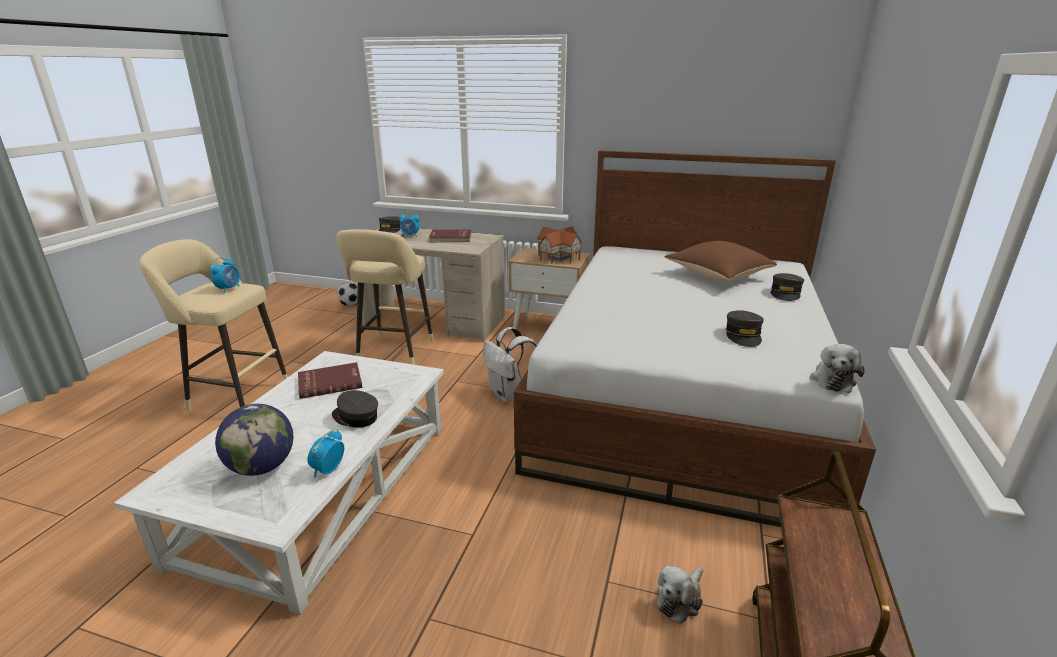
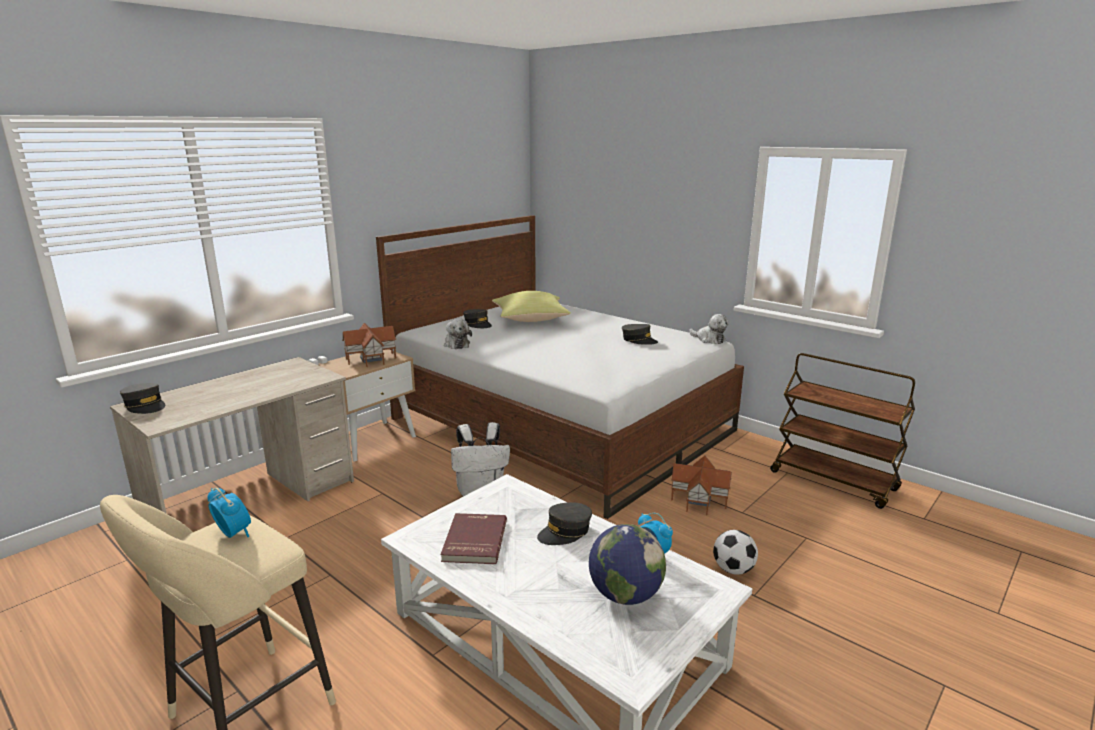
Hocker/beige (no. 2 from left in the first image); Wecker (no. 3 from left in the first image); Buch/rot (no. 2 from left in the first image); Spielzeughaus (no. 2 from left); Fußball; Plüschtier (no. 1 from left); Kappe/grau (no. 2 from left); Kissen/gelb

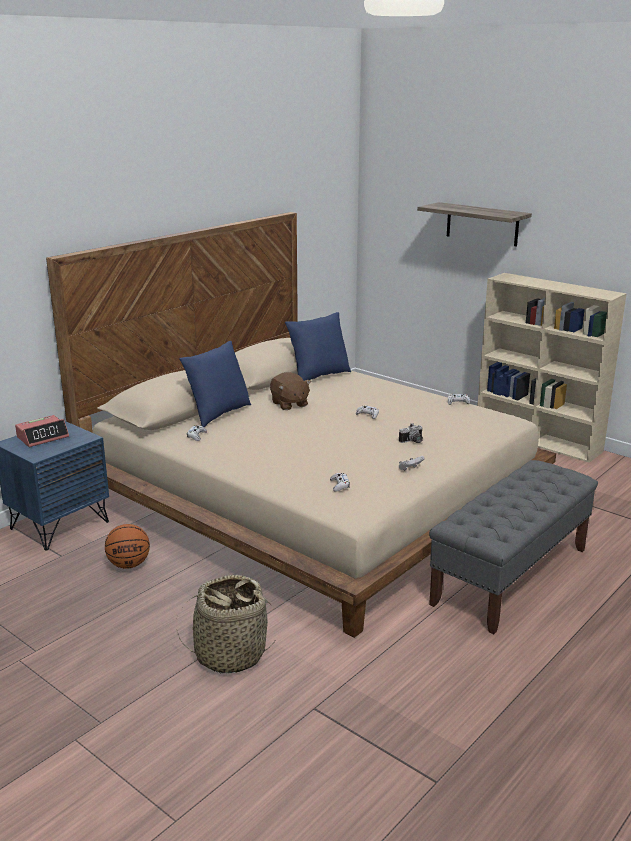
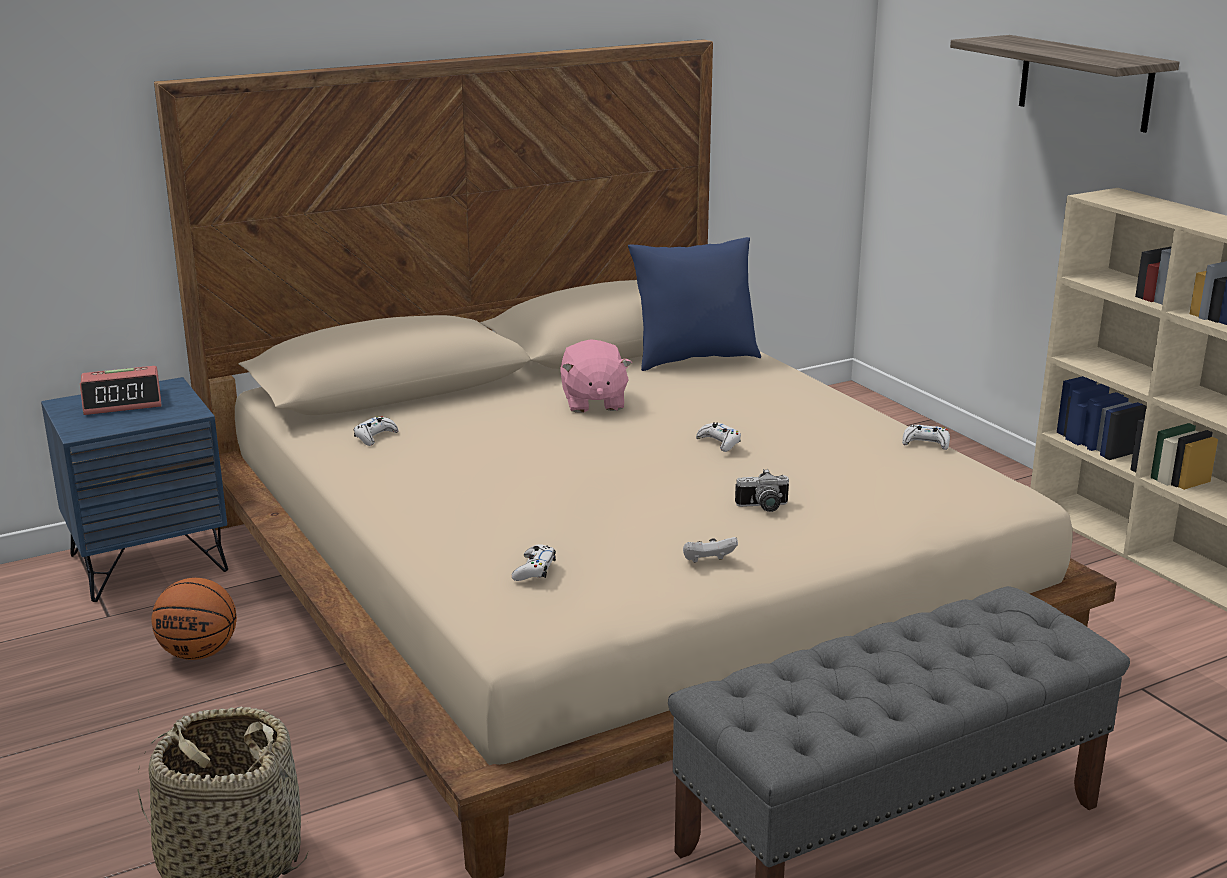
Kissen/blau (no. 1 from left in the first image); Plüschtier/rosa

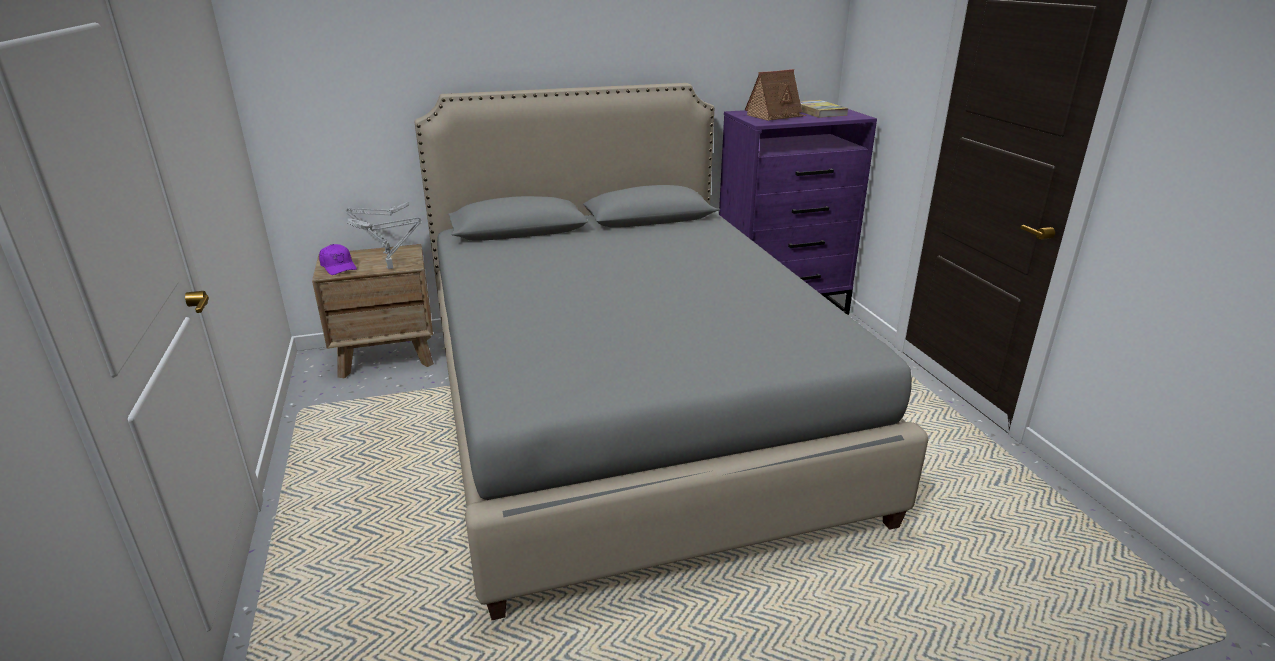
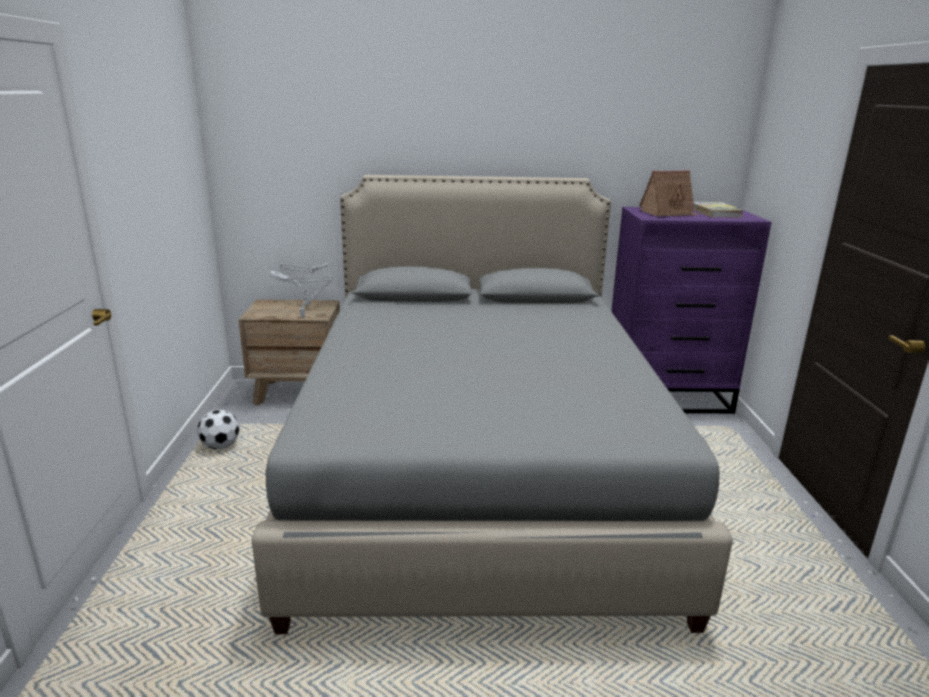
Kappe/lila; Fußball

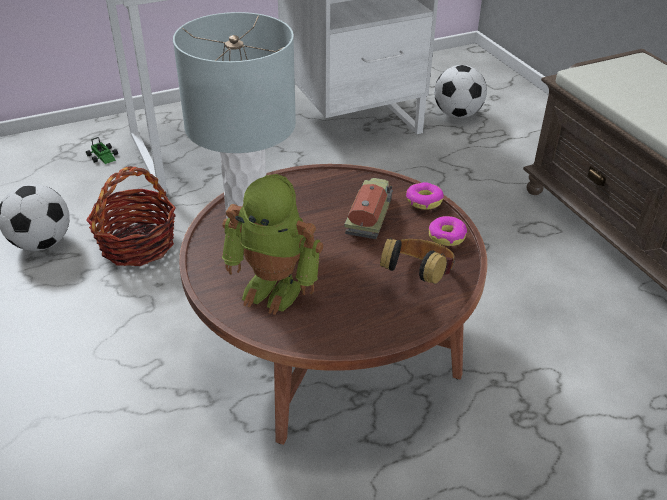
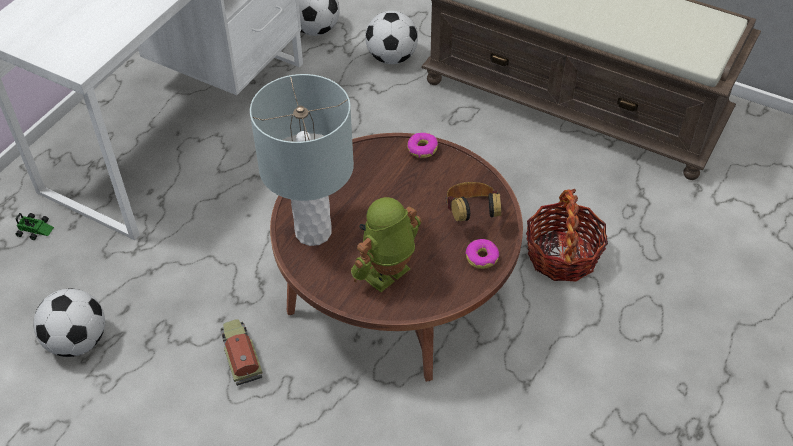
Fußball (no. 3 from left); Korb; Spielzeuglaster; Donut (no. 2 from left); Spielzeugroboter

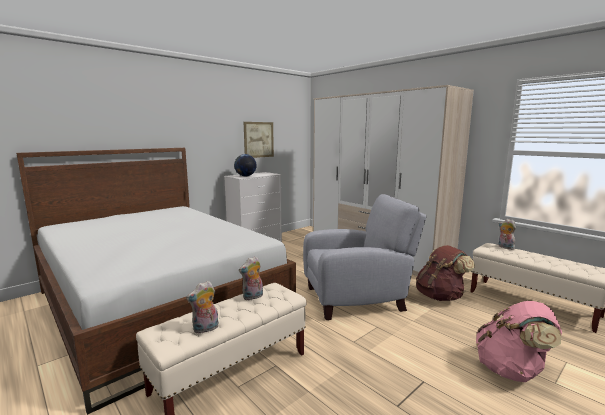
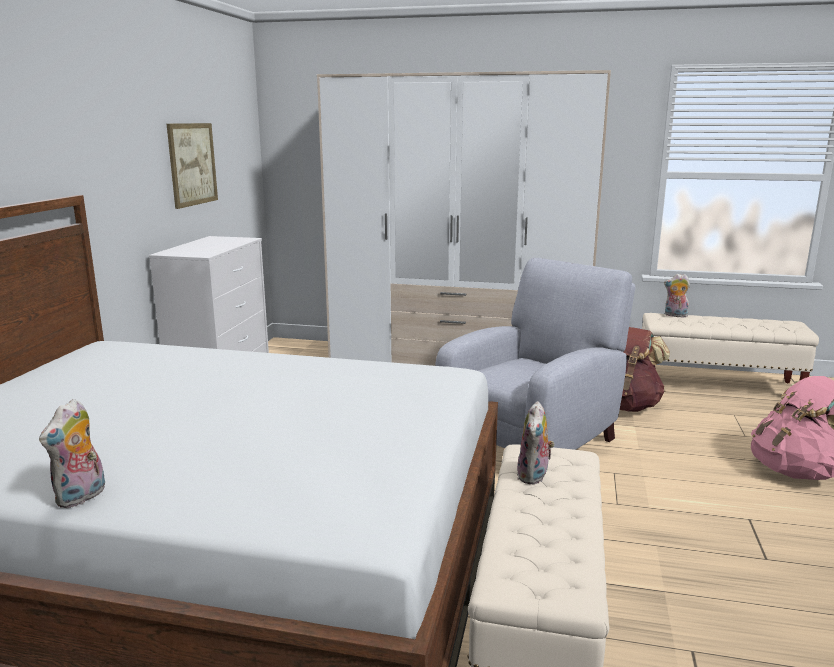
Globus; Plüschtier (no. 1 from left)

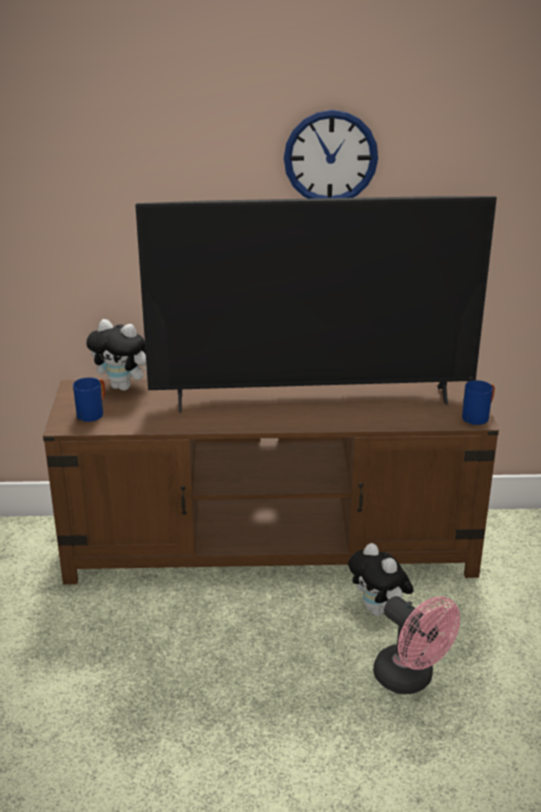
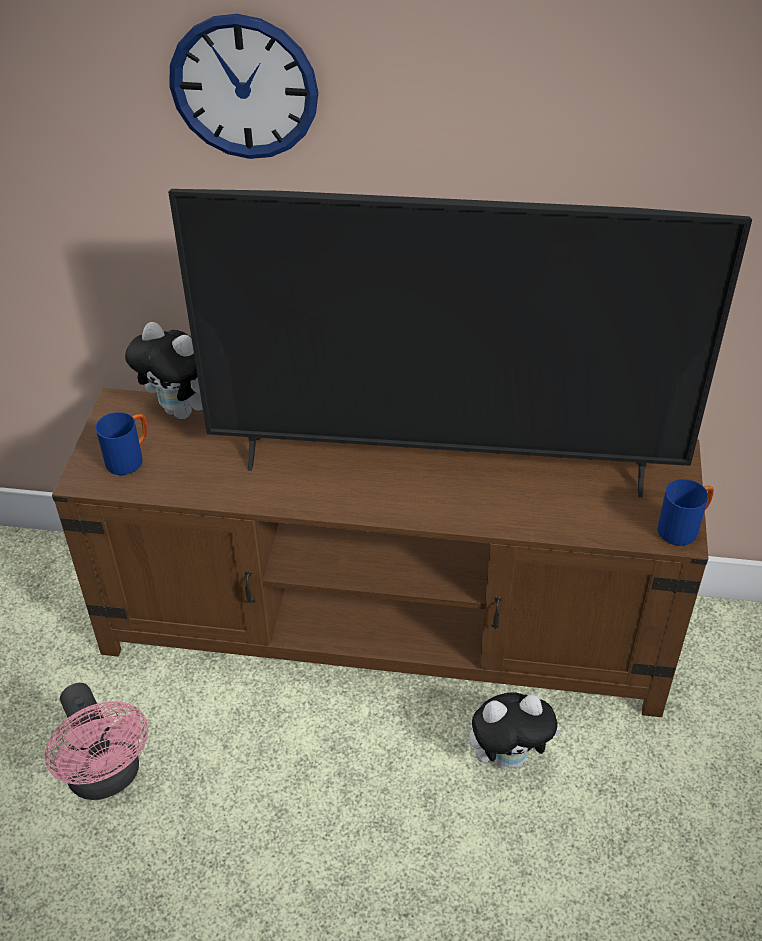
Wanduhr; Ventilator/rosa; Plüschtier (no. 2 from left)

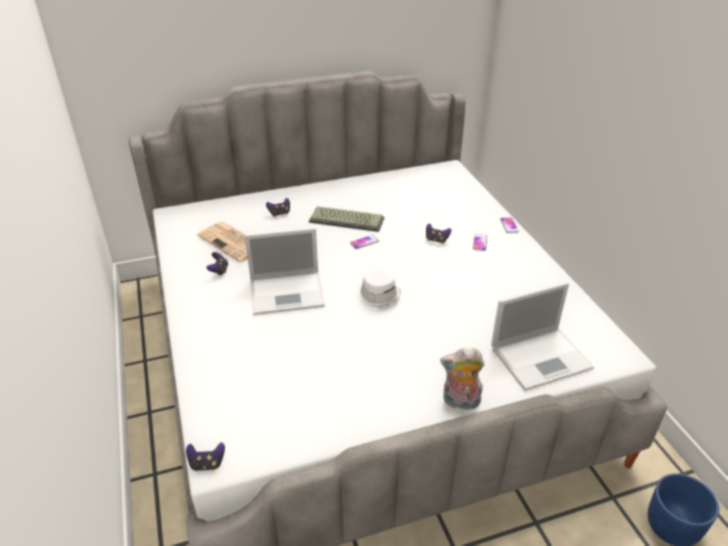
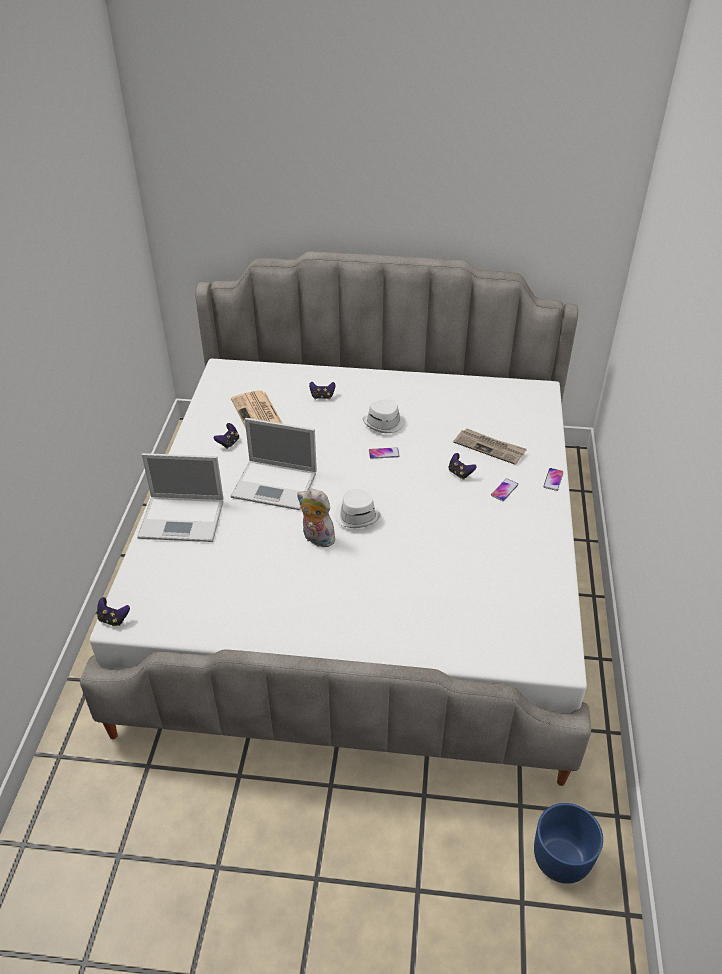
Zeitung (no. 2 from left); Plüschtier; Laptop (no. 1 from left); Hut/weiß (no. 2 from left)

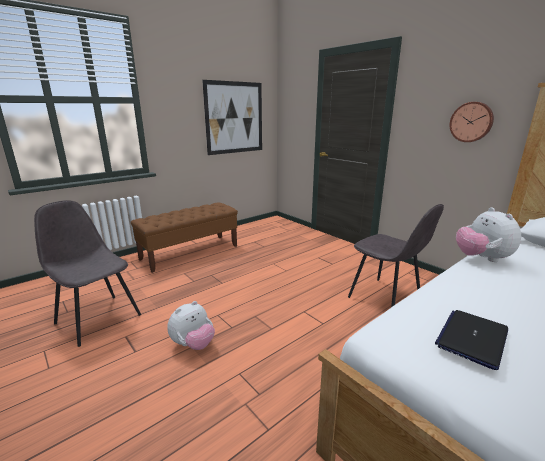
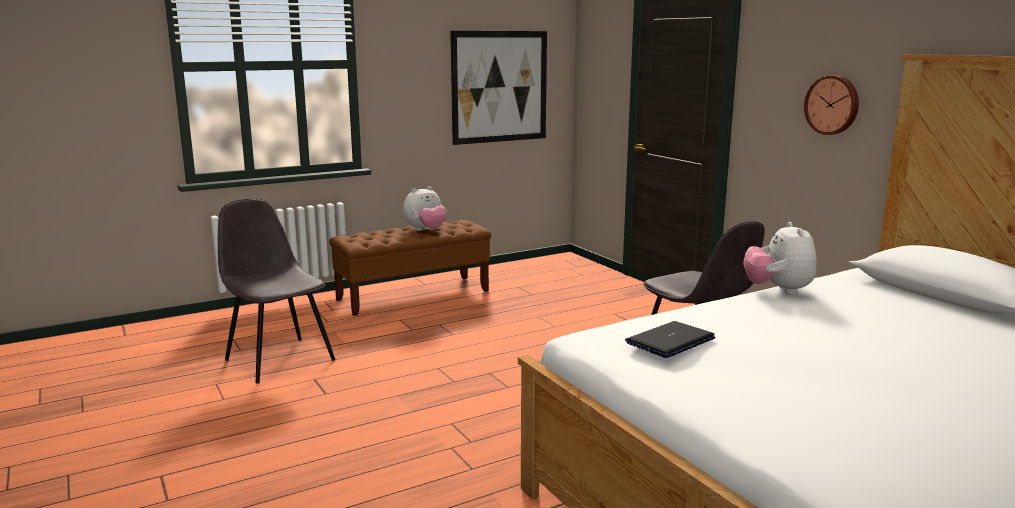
Plüschtier (no. 1 from left)

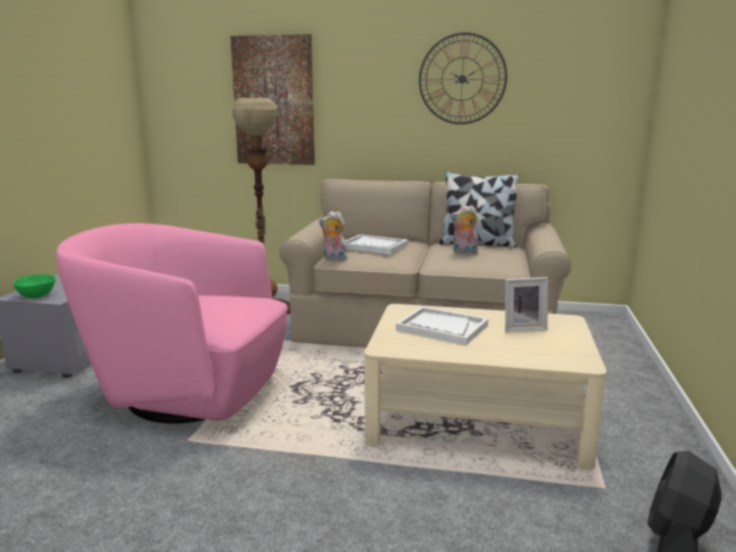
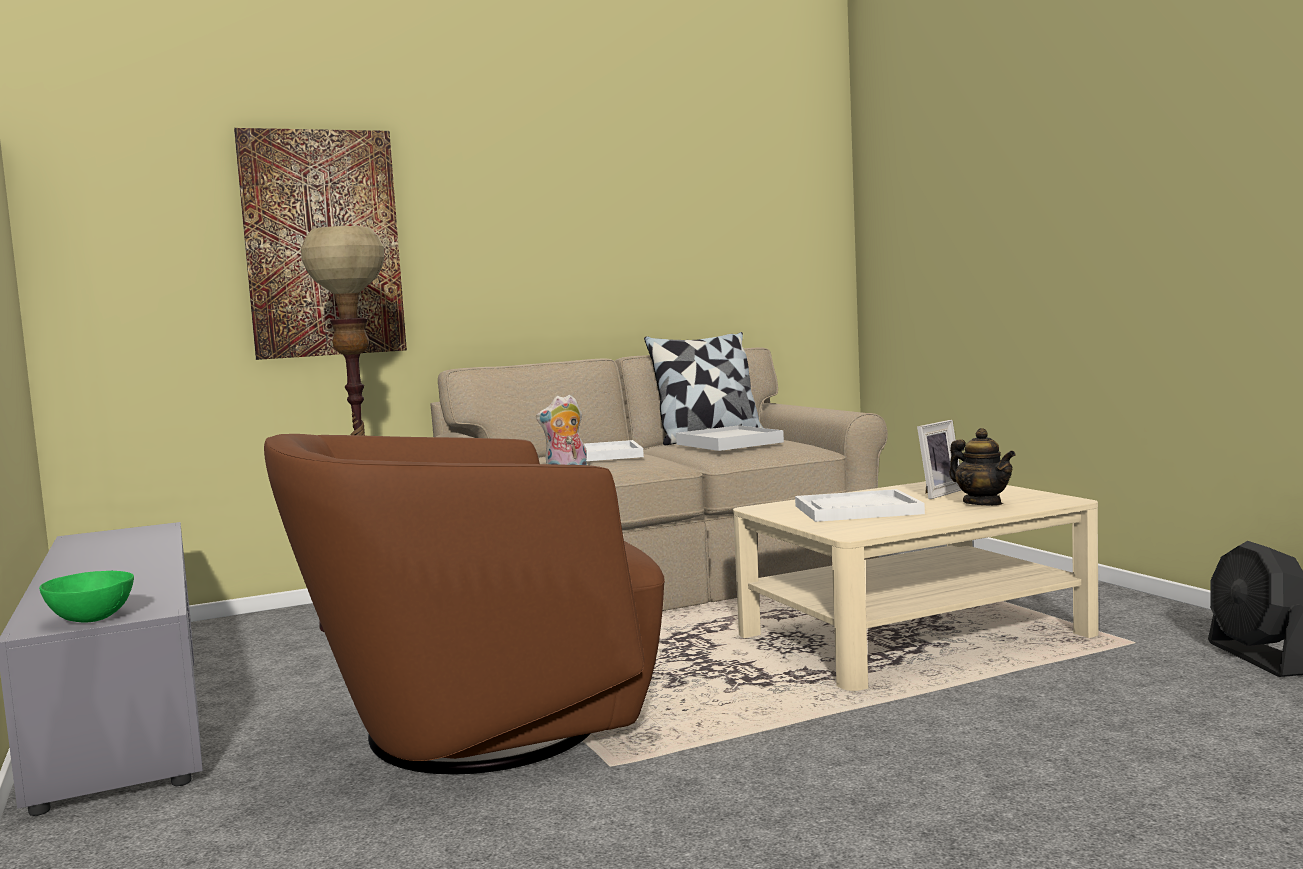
Wanduhr; Teekanne; Tablett/weiß (no. 2 from left); Sessel/braun

